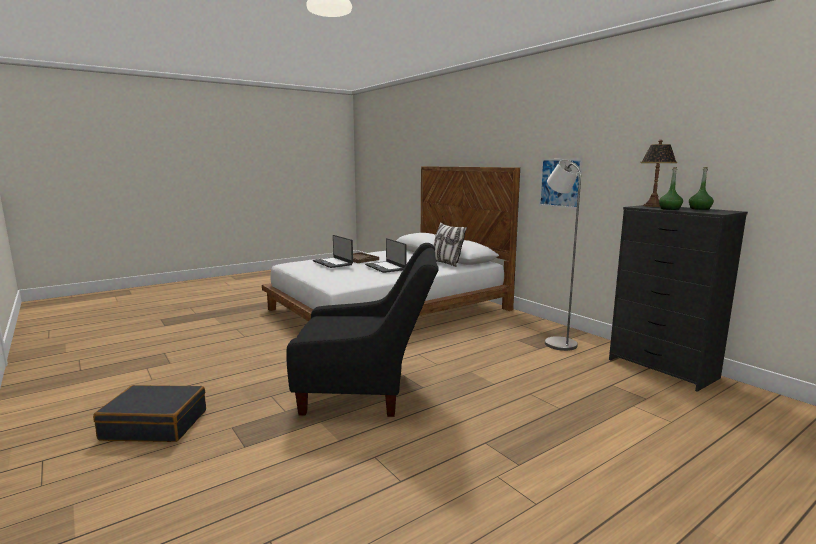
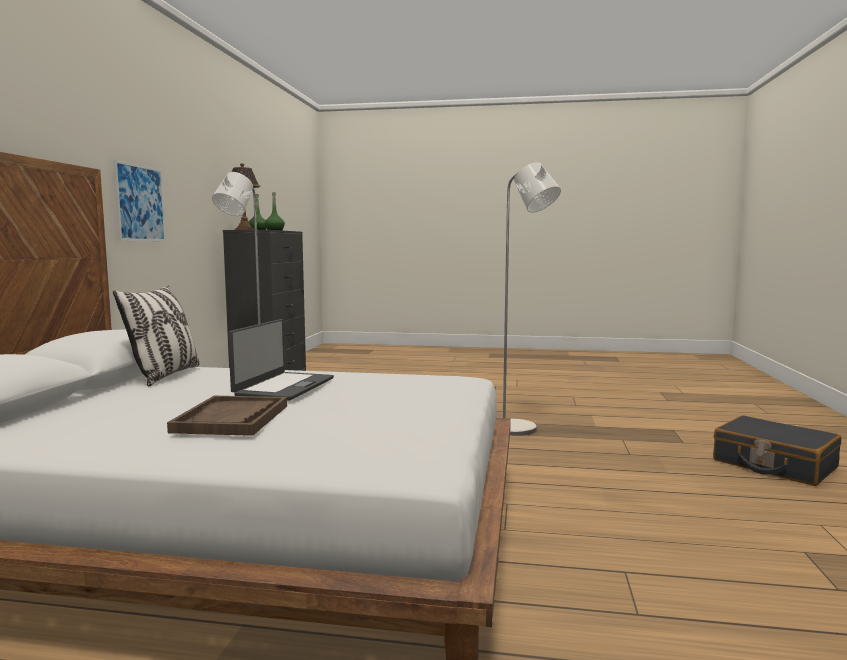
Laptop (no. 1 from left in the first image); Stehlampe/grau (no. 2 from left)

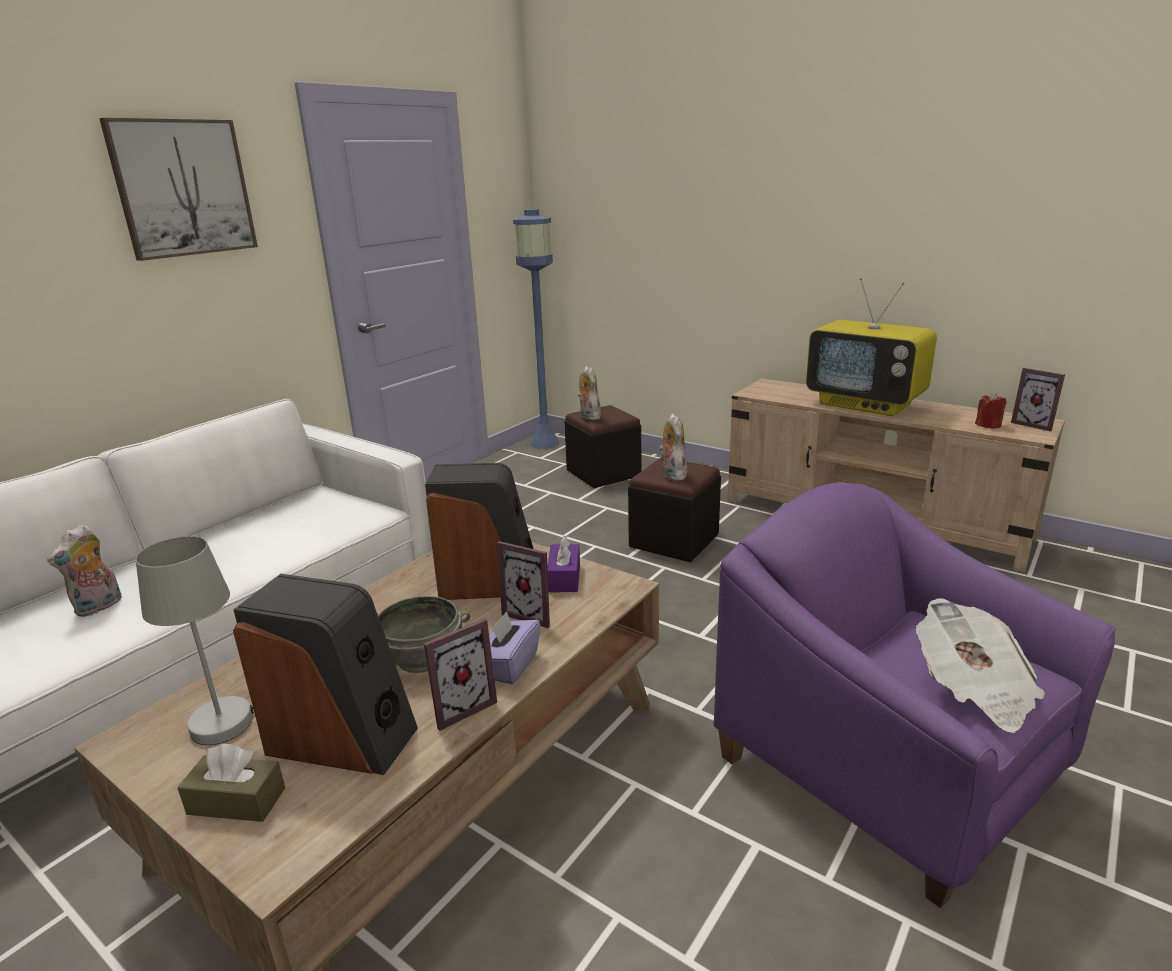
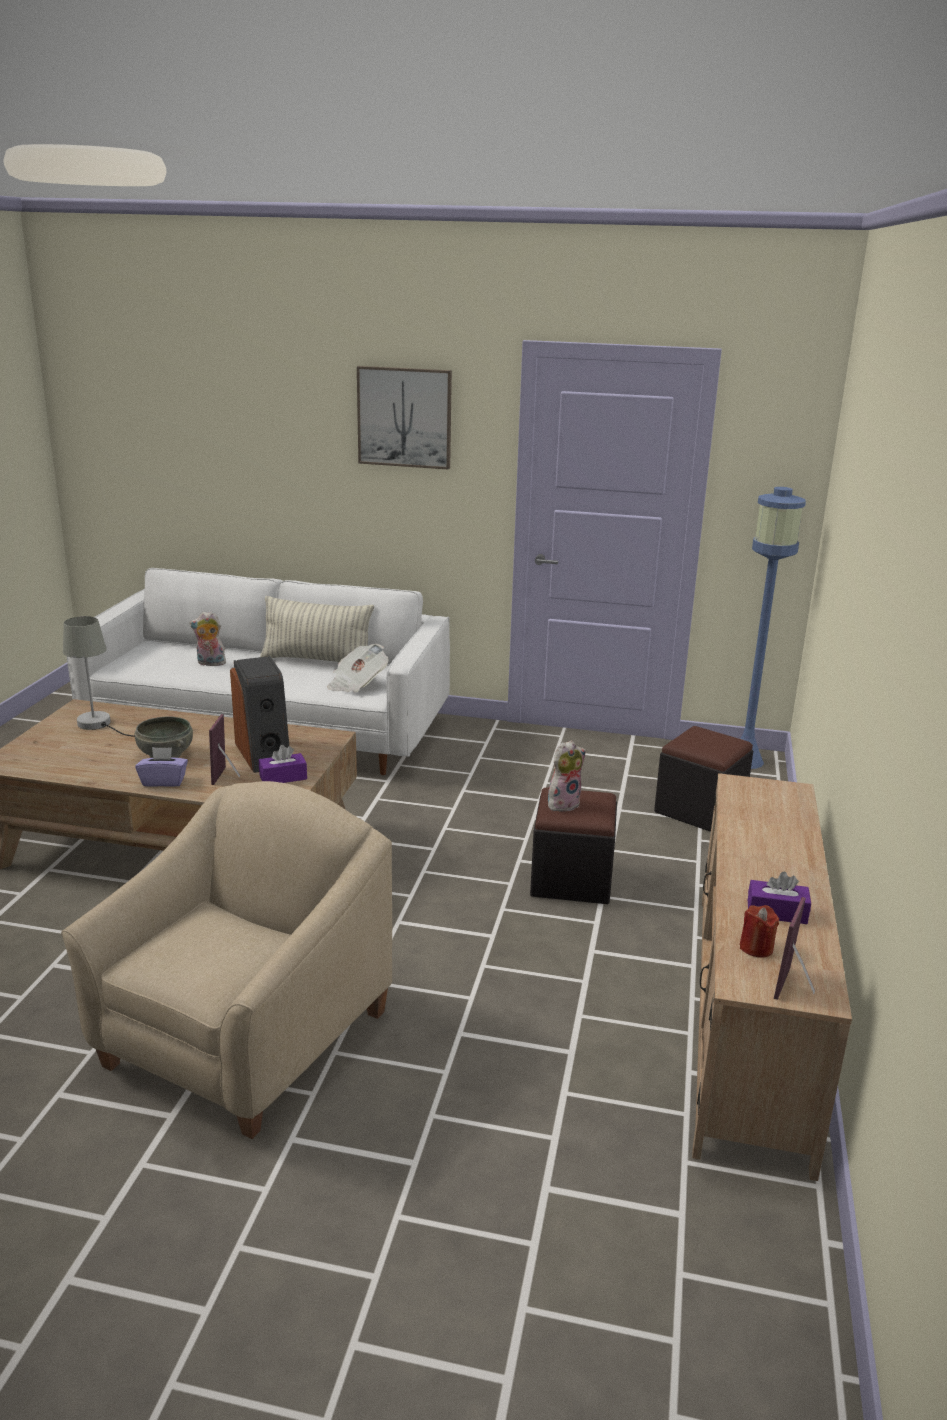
Taschentuchbox/braun; Lautsprecher (no. 1 from left in the first image); Bilderrahmen (no. 1 from left in the first image); Plüschtier (no. 2 from left in the first image); Fernseher; Kissen; Taschentuchbox/lila (no. 3 from left); Zeitung; Sessel/beige

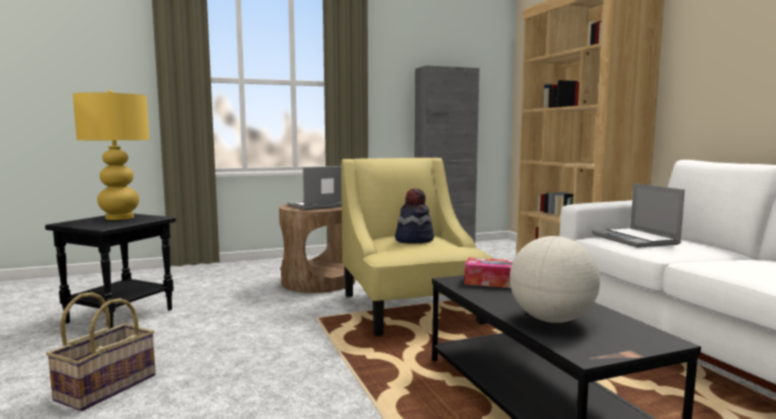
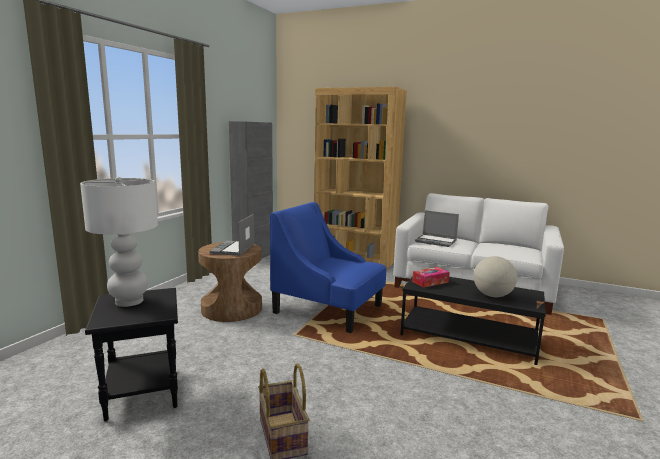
Hut; Tischlampe/weiß; Sessel/blau

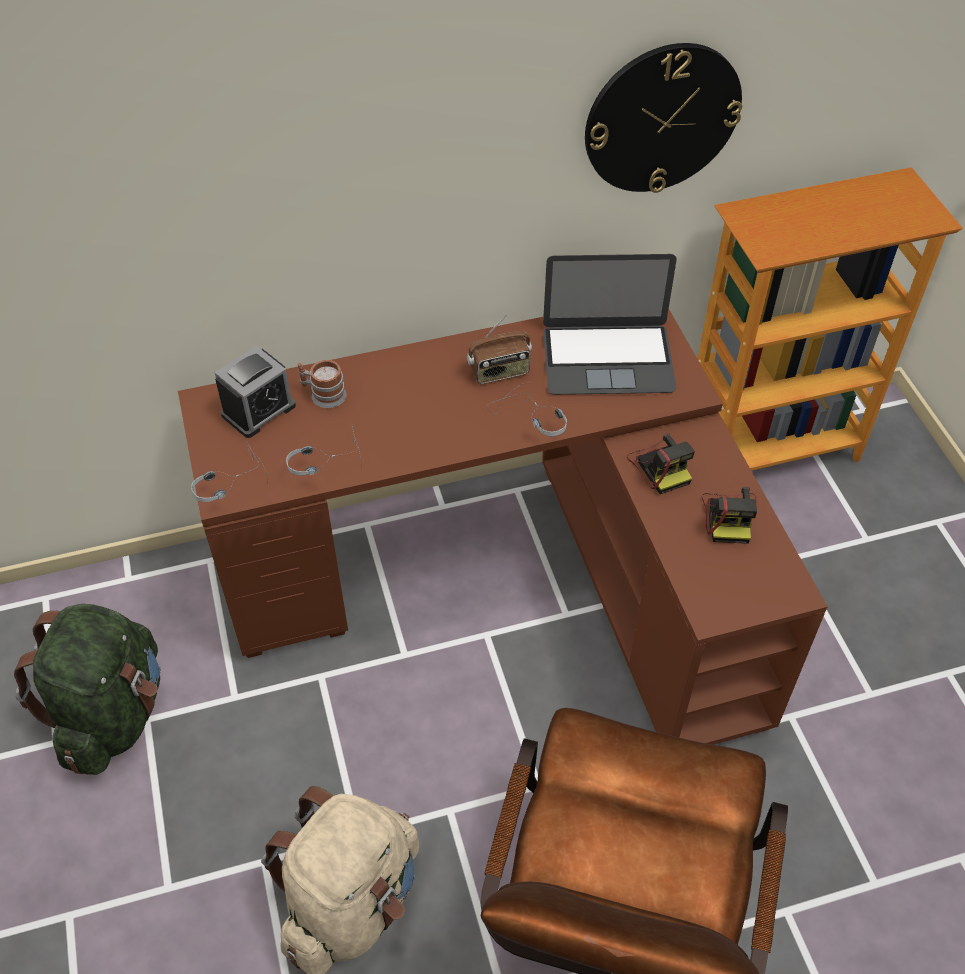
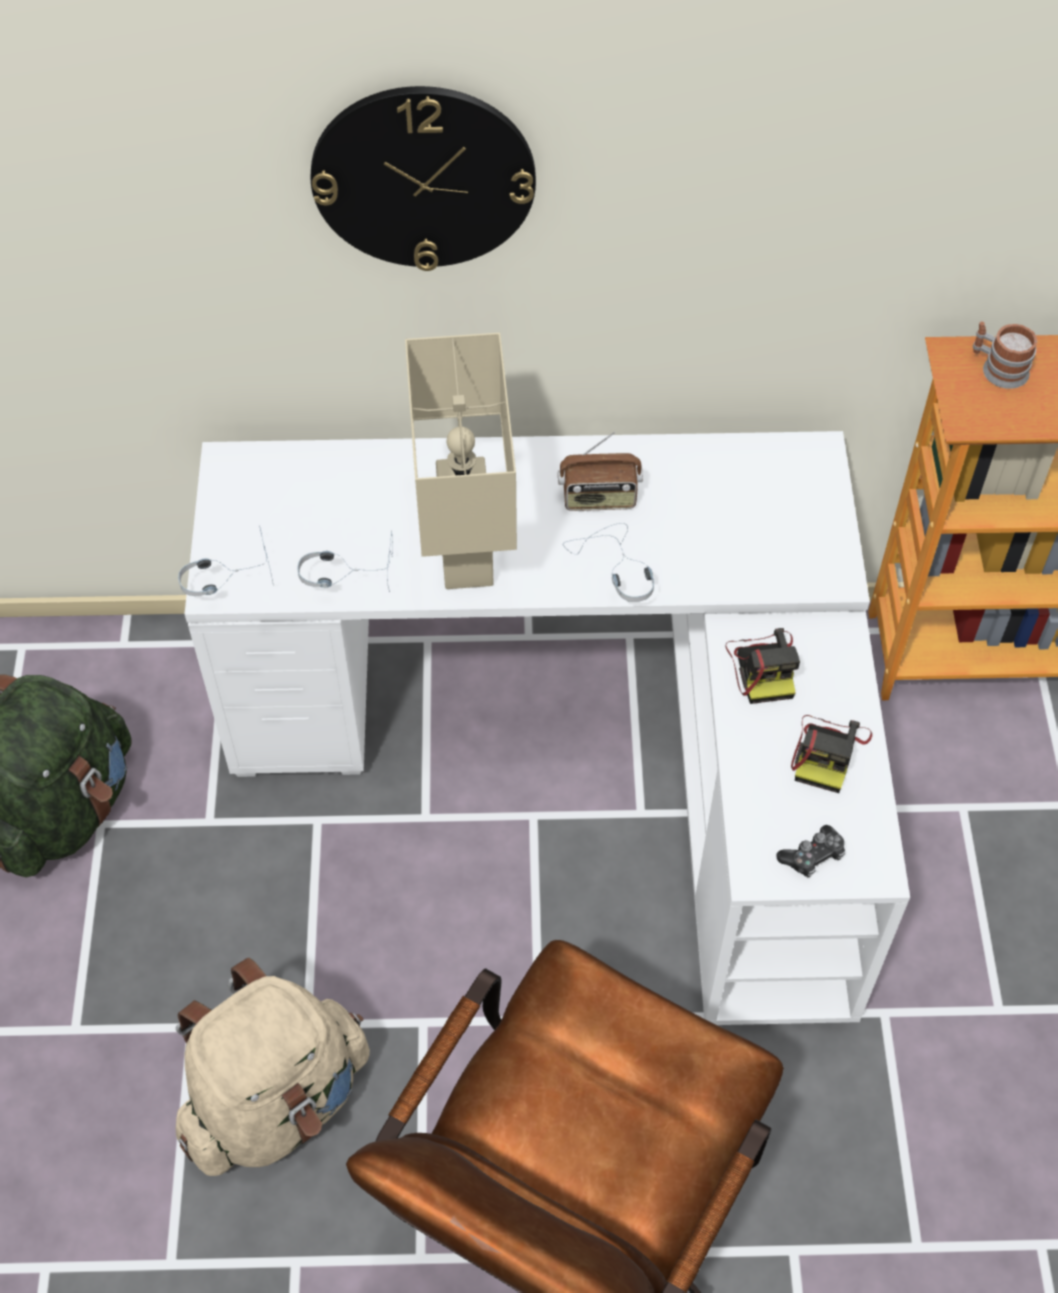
Wecker; Laptop; Tischlampe/beige; Gamepad; Henkelbecher; Wanduhr; Schreibtisch/weiß

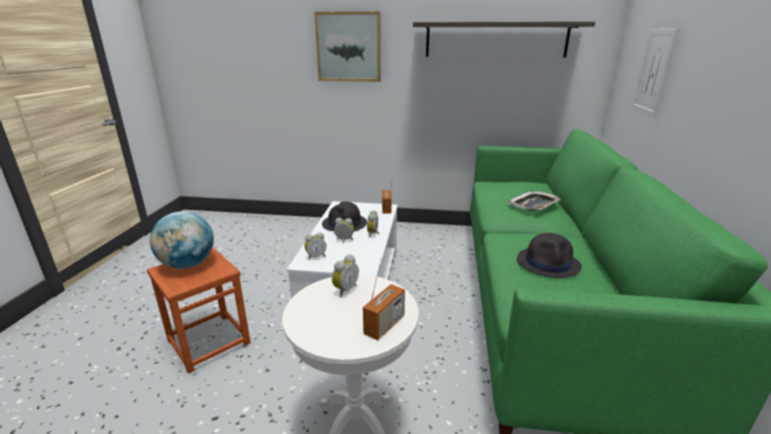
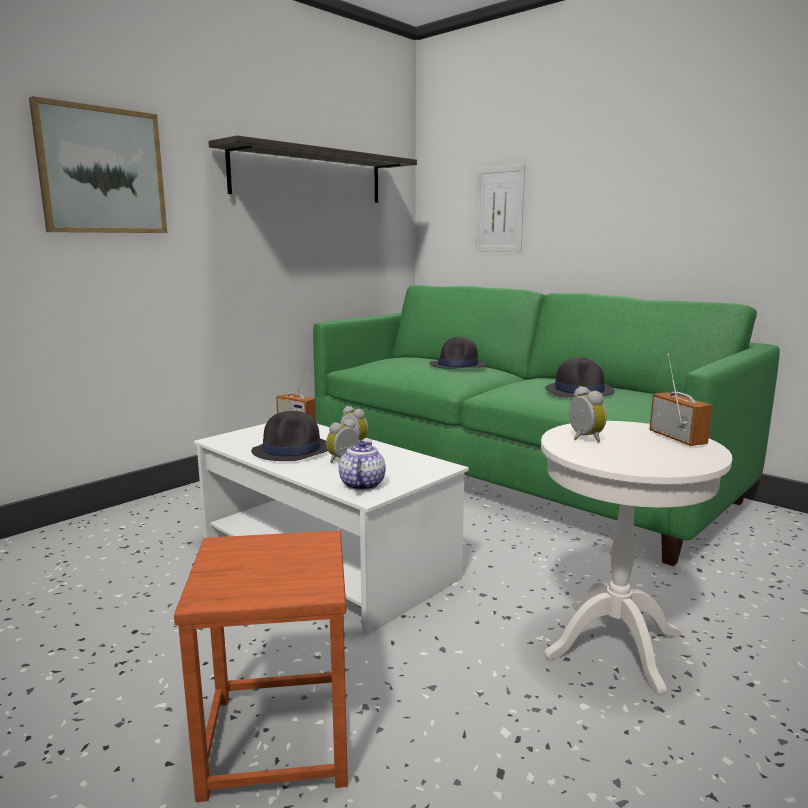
Globus; Teekanne; Hut/schwarz (no. 2 from left)

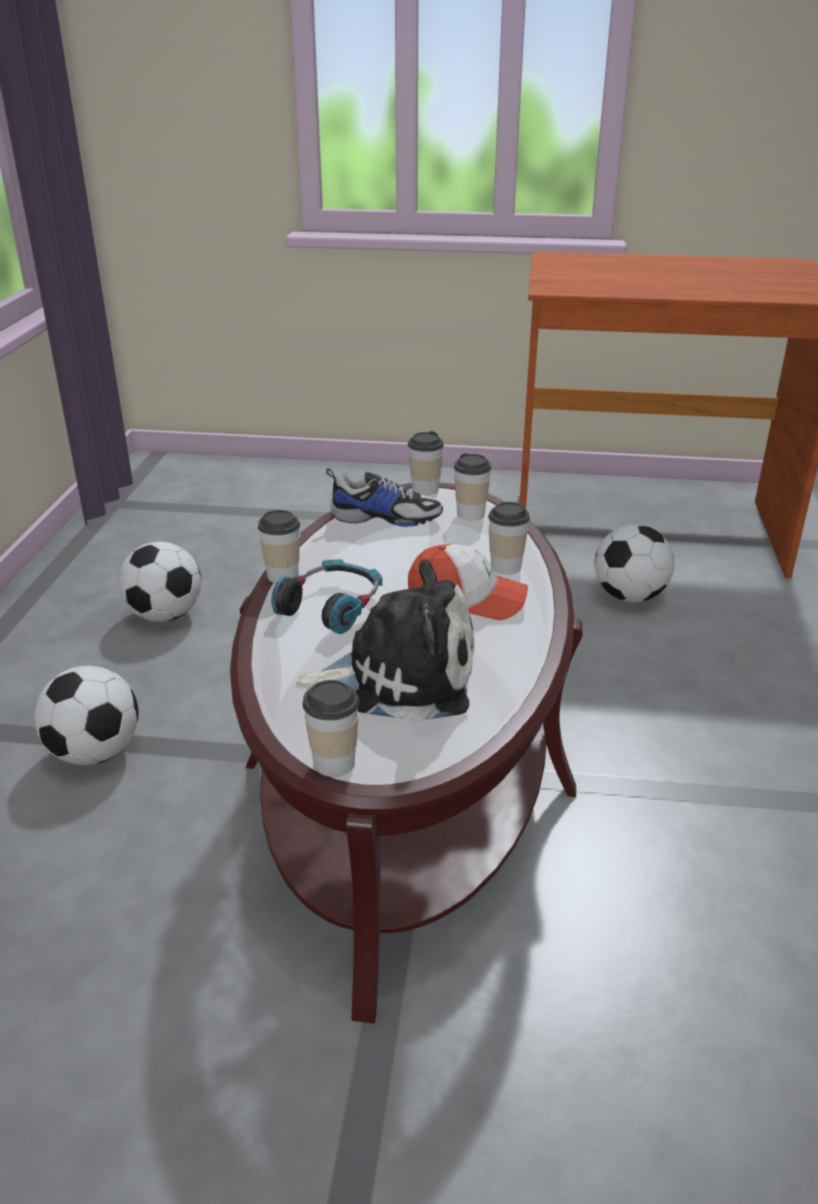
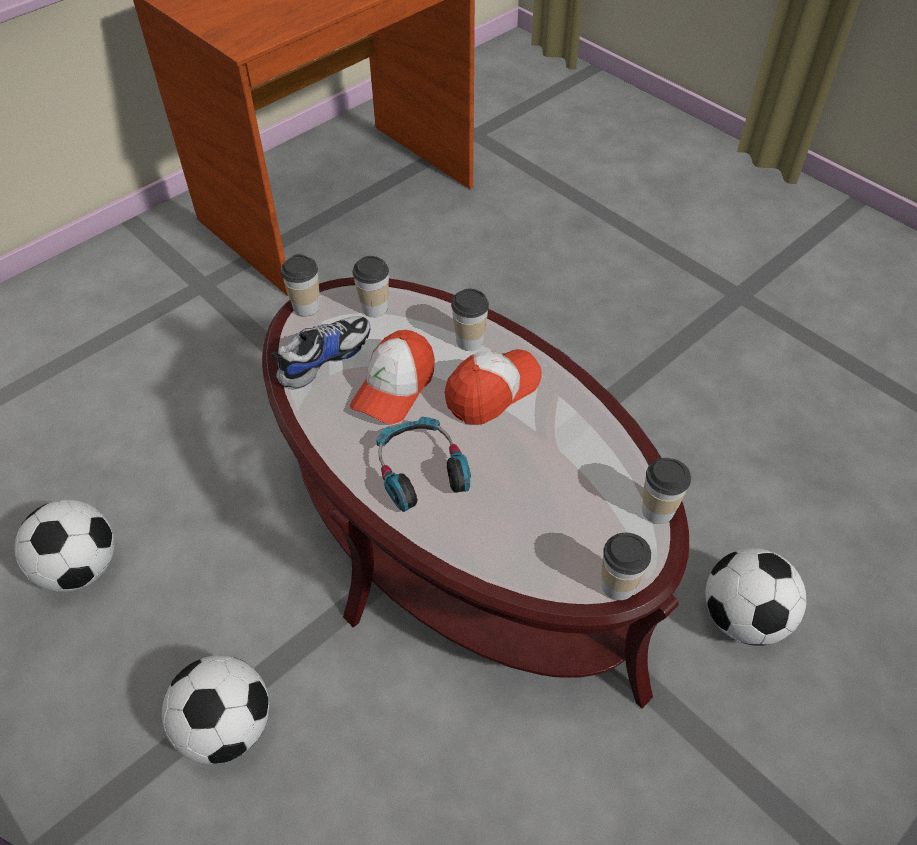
Plüschtier; Kappe (no. 1 from left); Tasse (no. 5 from left); Fußball (no. 3 from left)

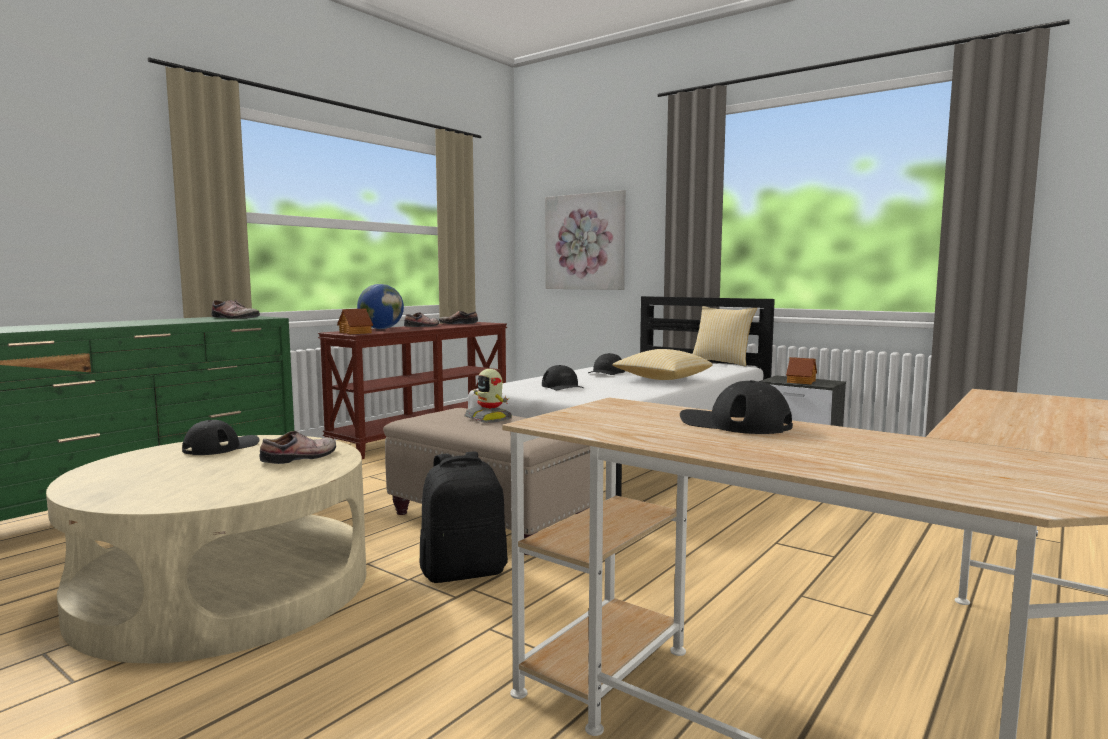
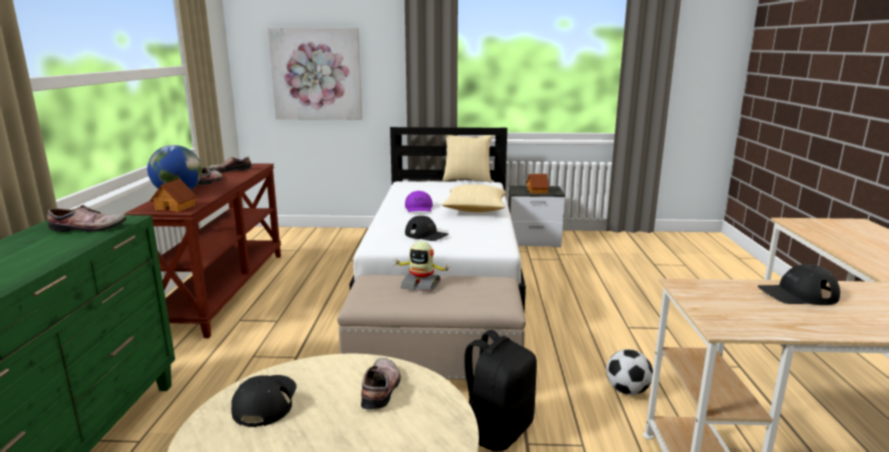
Fußball; Kappe/lila

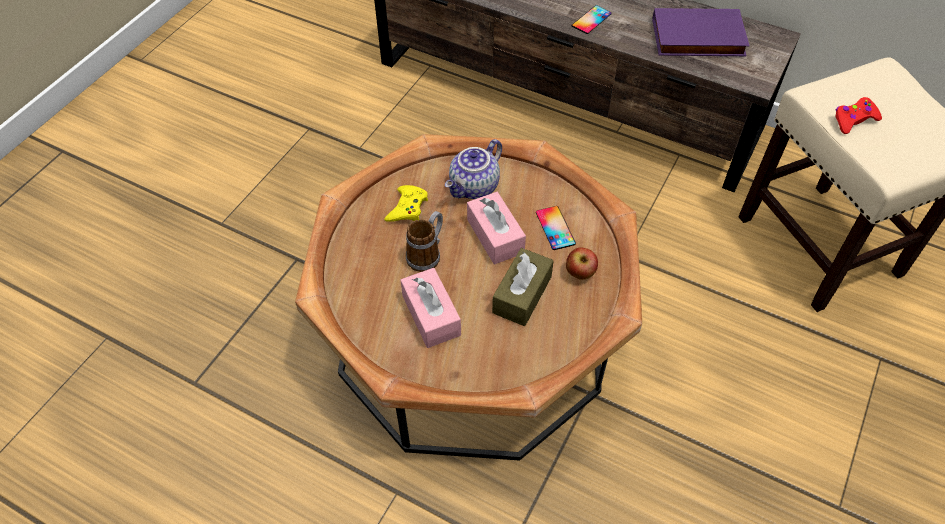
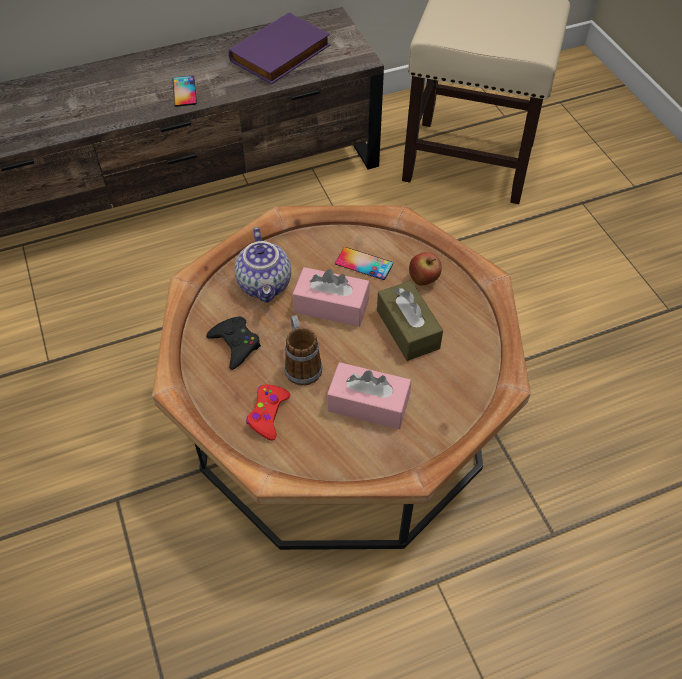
Gamepad/rot; Gamepad/schwarz

